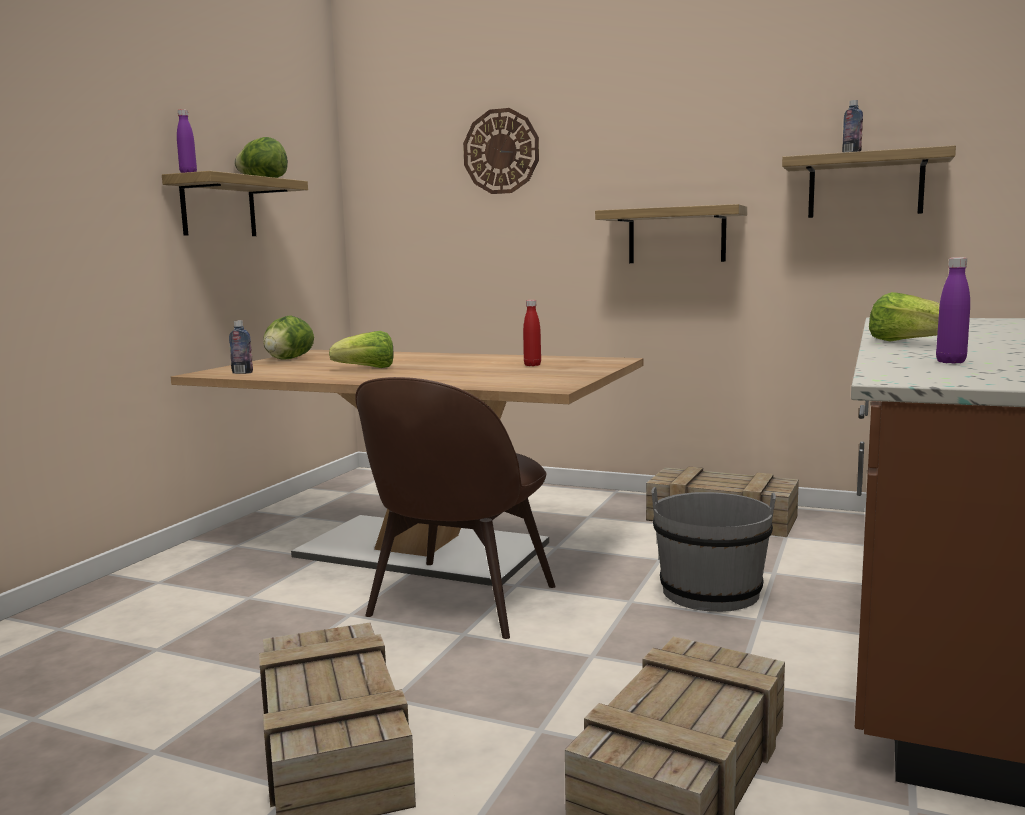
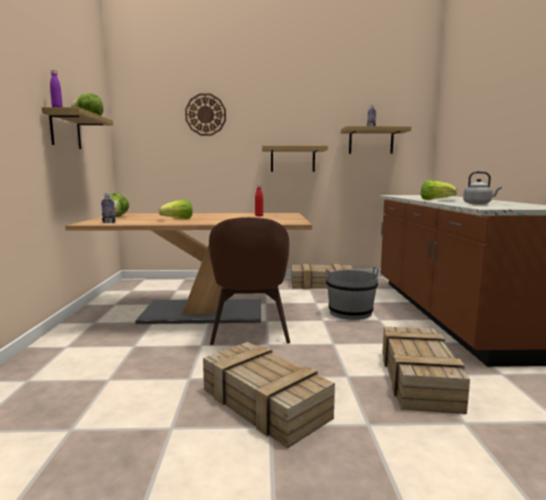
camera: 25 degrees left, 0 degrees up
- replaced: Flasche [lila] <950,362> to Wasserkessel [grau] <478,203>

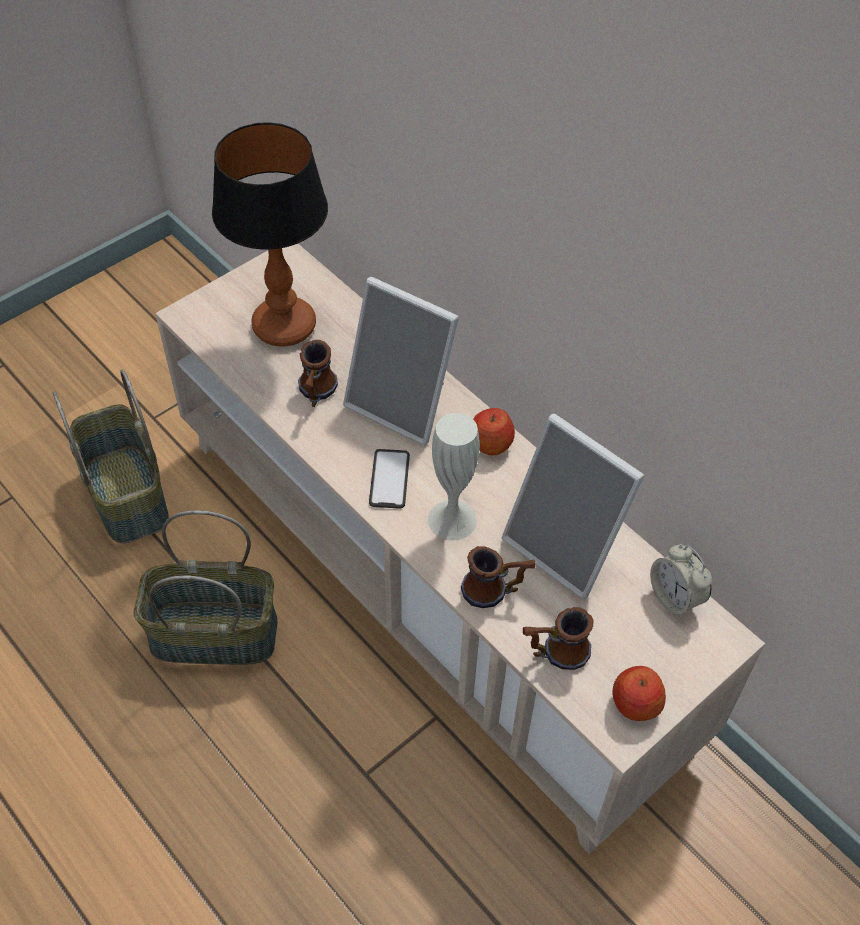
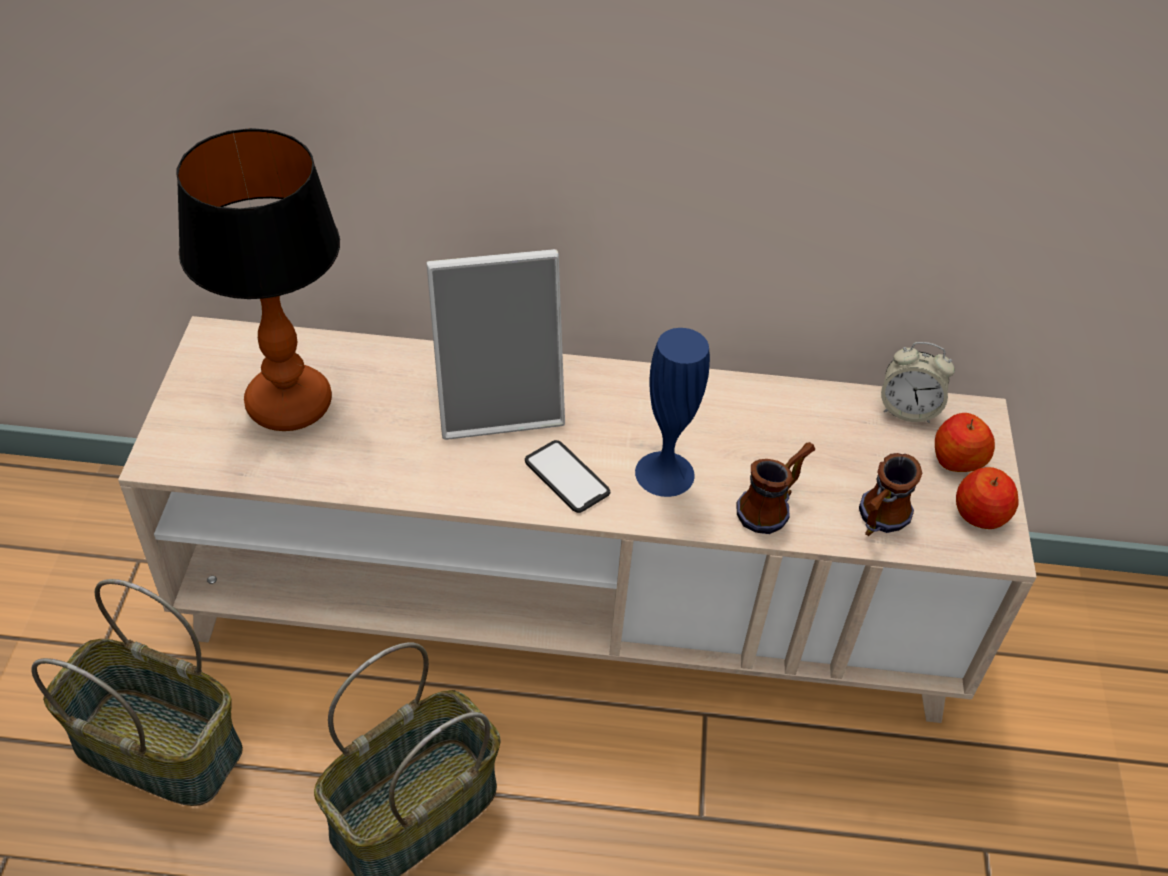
camera: 45 degrees left, 5 degrees down
- removed: Henkelbecher <316,394>
- moved: Apfel <490,443> to <957,459>
- recoloured: Vase [weiß] <452,520> to Vase [blau] <664,473>
- removed: Bilderrahmen <567,546>

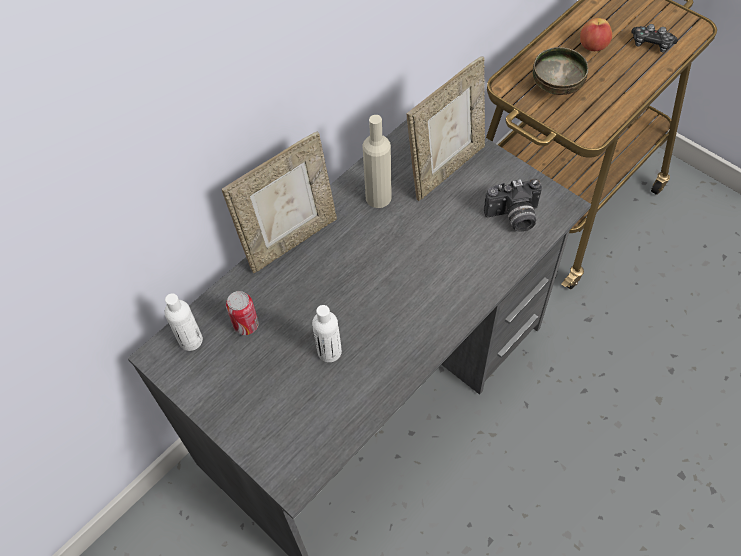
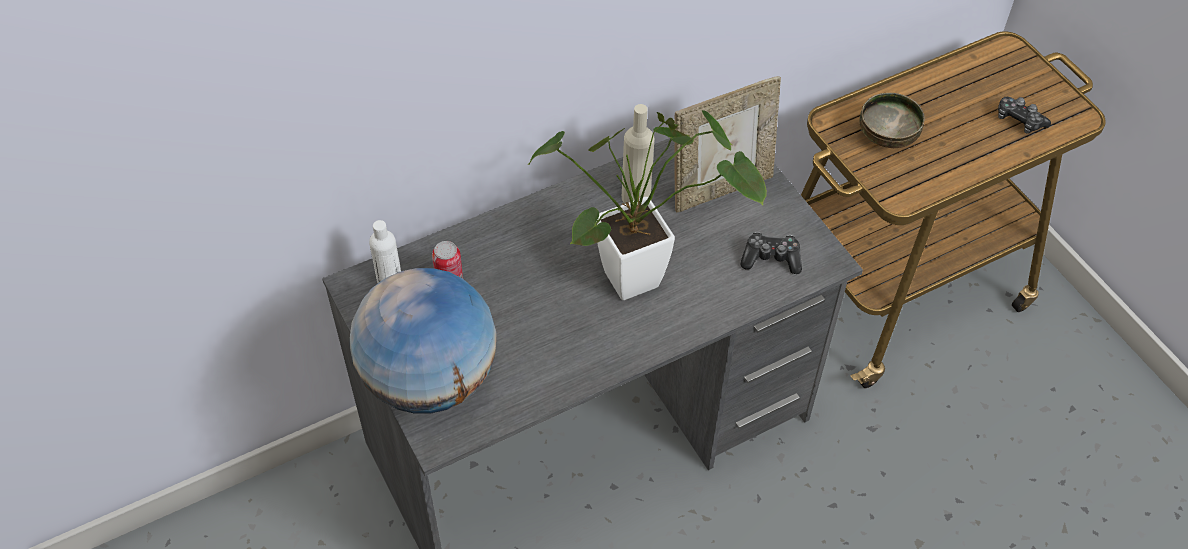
camera: 15 degrees right, 5 degrees down
- removed: Apfel <593,46>
- removed: Bilderrahmen <291,240>
- replaced: Kamera <513,217> to Gamepad <771,258>
- removed: Flasche [weiß] <329,352>
- added: Topfpflanze <644,276>
- added: Globus <430,380>

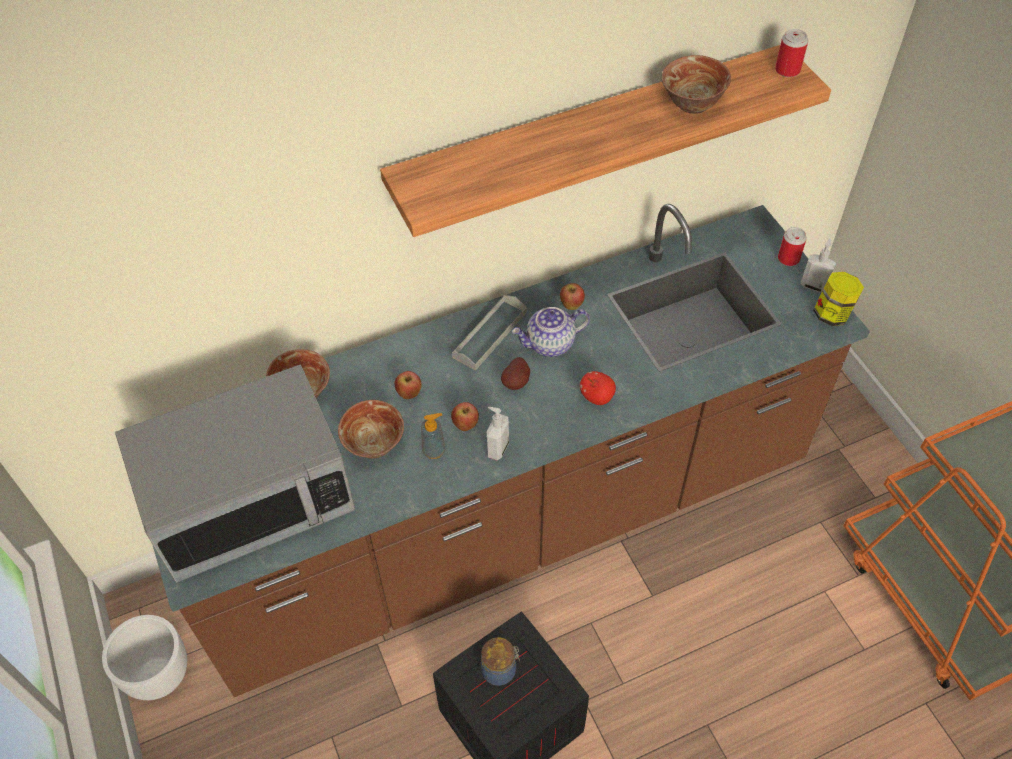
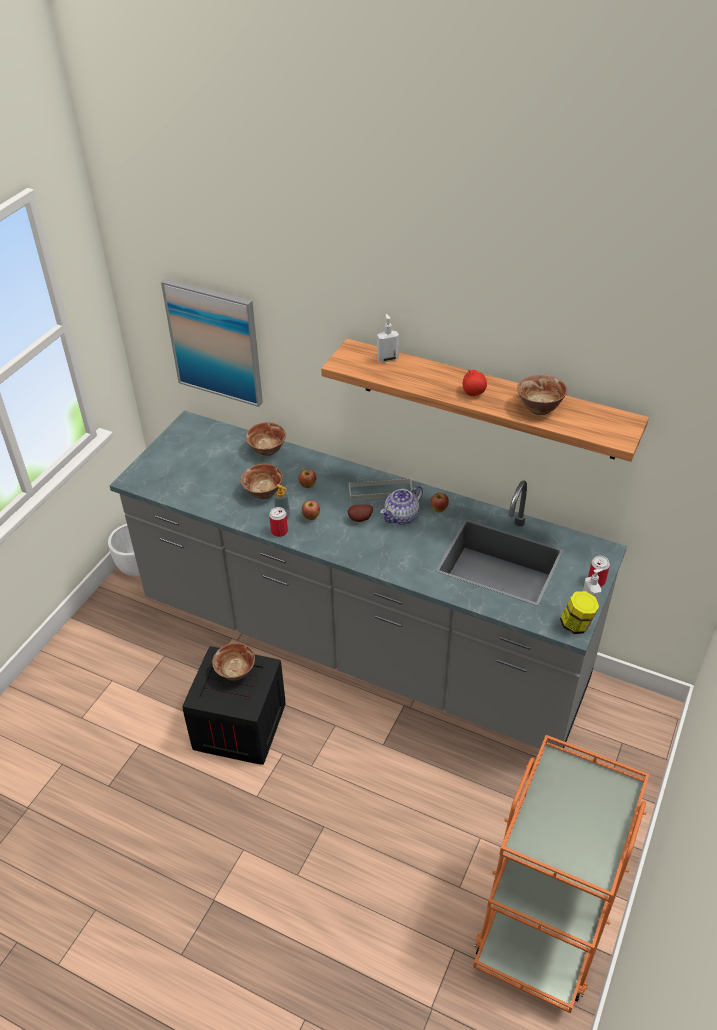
camera: 50 degrees right, 10 degrees down
- moved: Dose <787,70> to <279,531>
- recoloured: Küchenzeile [braun] <508,522> to Küchenzeile [grau] <360,644>
- turned: Teekanne <550,344> = <401,517> 75 degrees counterclockwise
- removed: Mikrowelle <251,499>
- moved: Apfel <597,397> to <473,393>
- moved: Seifenspender <497,448> to <387,359>
- replaced: Vorratsglas <500,670> to Schüssel <236,672>
- added: Bild <215,342>

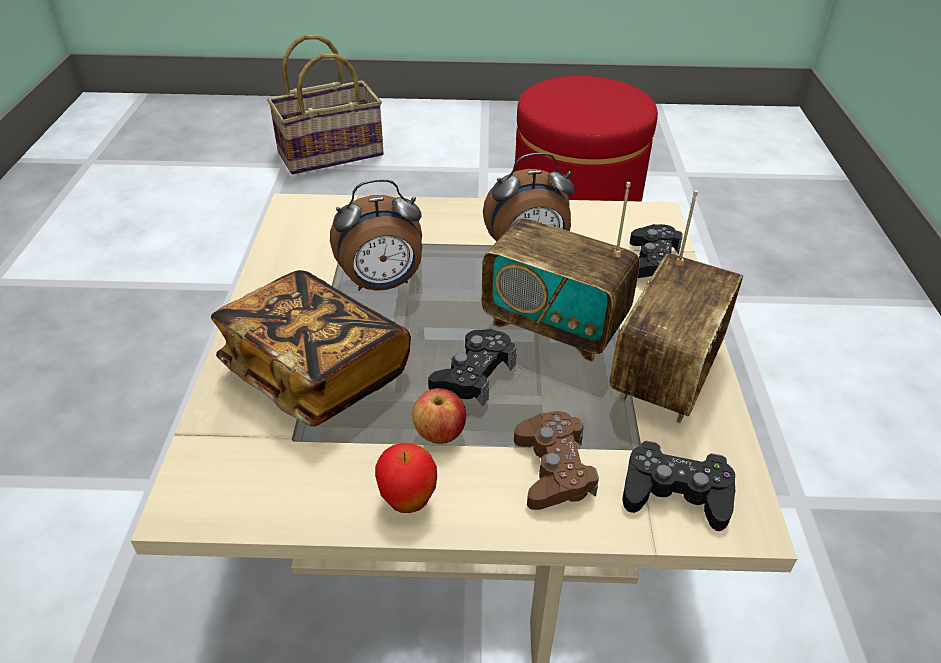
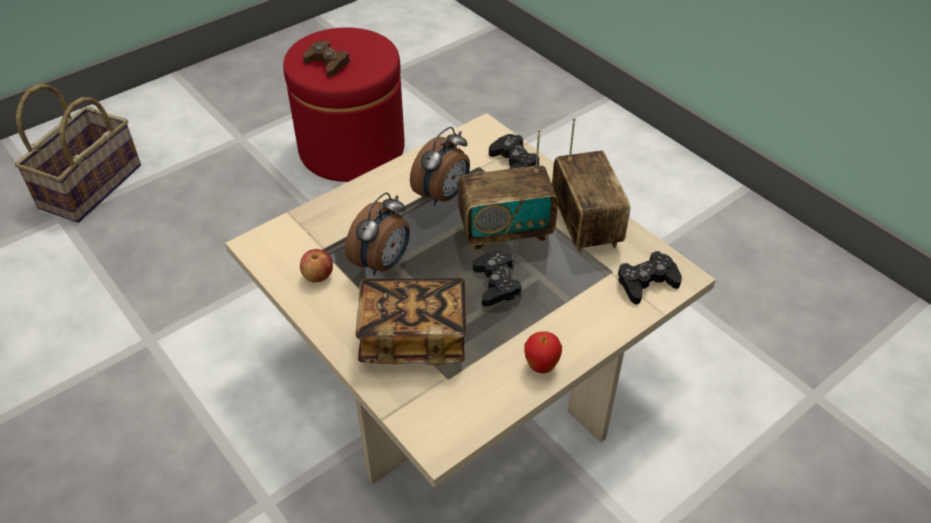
camera: 40 degrees left, 5 degrees up
- moved: Apfel <439,434> to <318,276>
- moved: Gamepad [braun] <553,469> to <327,63>

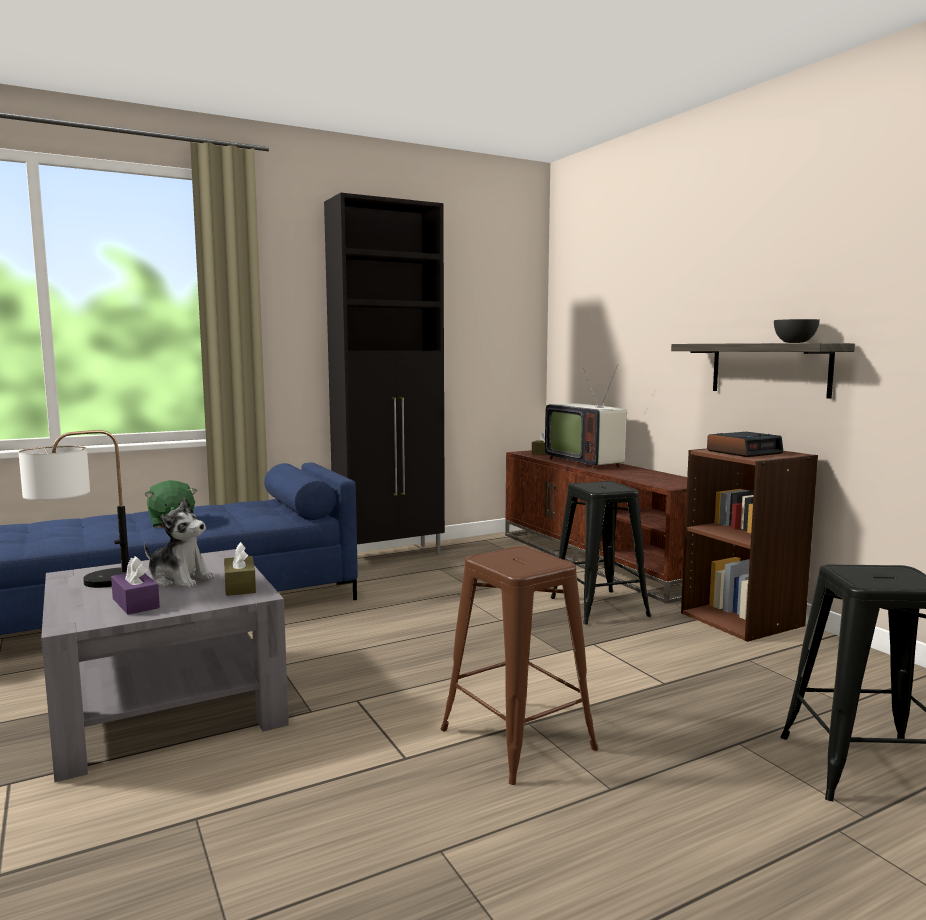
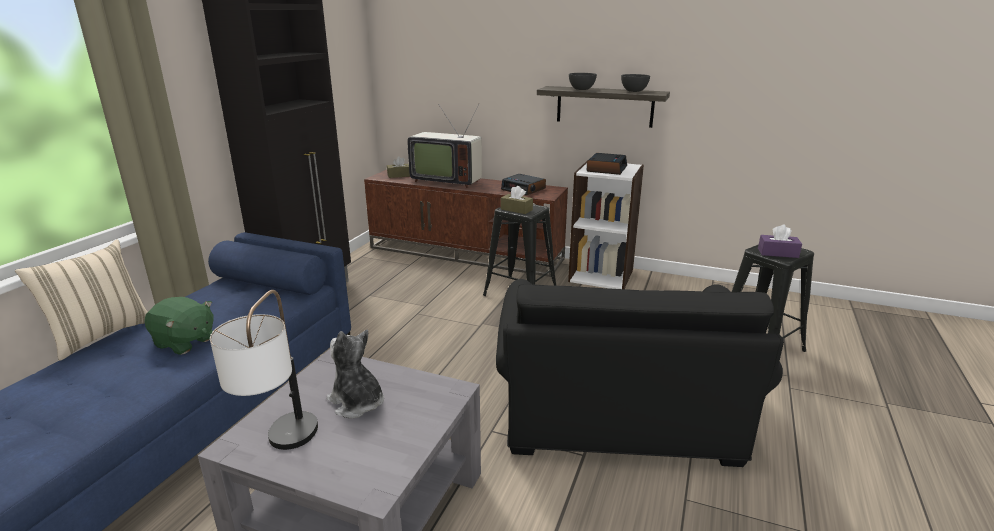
camera: 40 degrees left, 15 degrees up
- recoloured: Bücherregal [braun] <742,619> to Bücherregal [weiß] <601,275>
- turned: Plüschtier <179,579> = <357,403> 120 degrees counterclockwise
- moved: Taschentuchbox [braun] <240,586> to <516,209>
- replaced: Hocker [braun] <517,739> to Sessel [schwarz] <616,409>
- moved: Taschentuchbox [lila] <135,603> to <778,253>
- added: Schüssel [grau] <582,89>
- added: Wecker <524,189>
- added: Kissen [beige] <101,335>

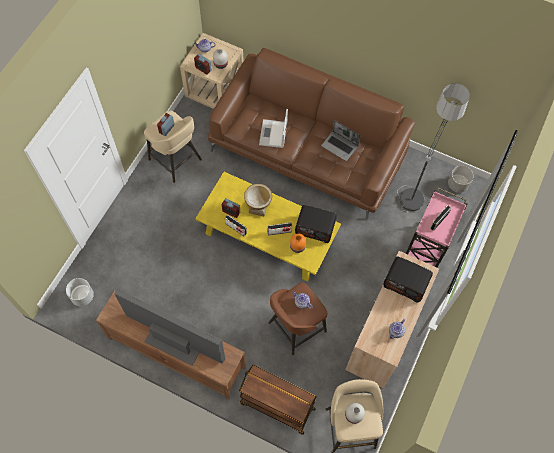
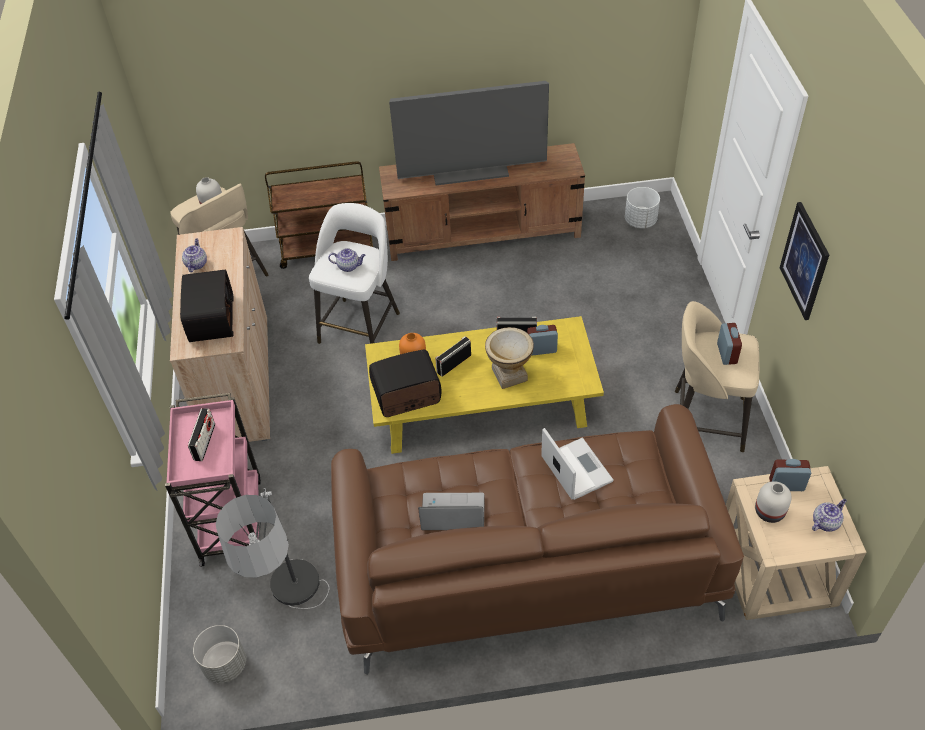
camera: 150 degrees right, 15 degrees down
- turned: Radio <406,283> = <210,319> 90 degrees clockwise
- recoloured: Hocker [braun] <295,328> to Hocker [weiß] <360,326>
- added: Bild <805,261>

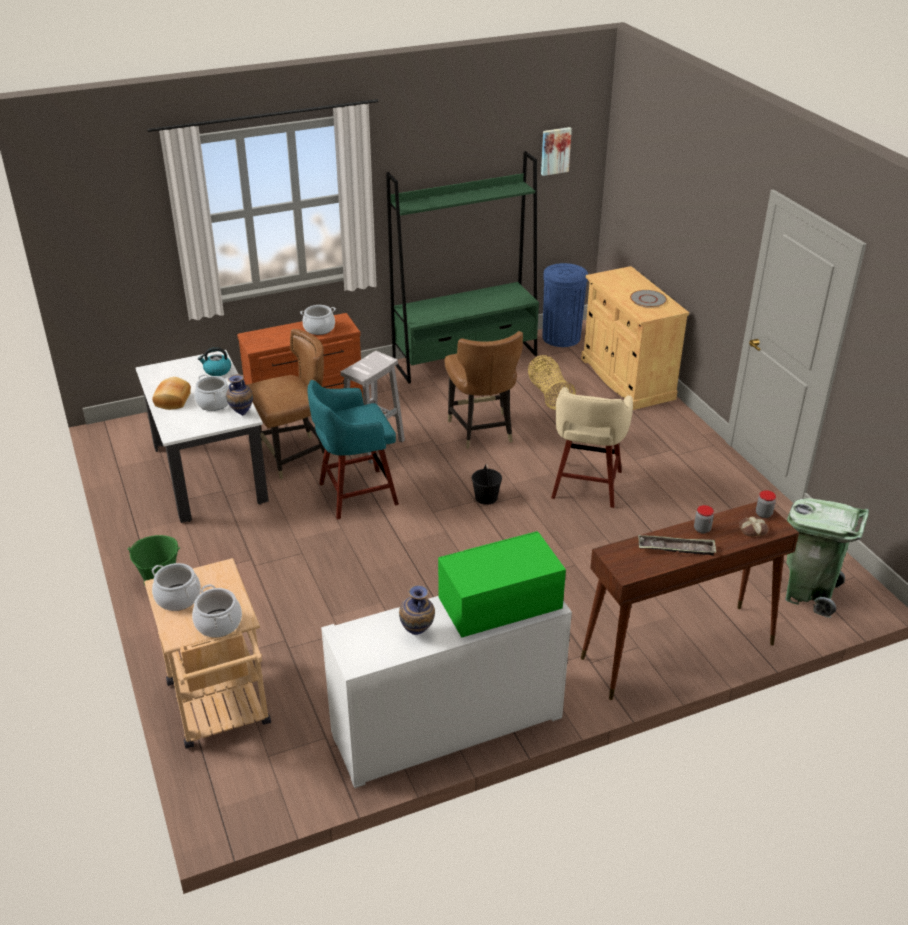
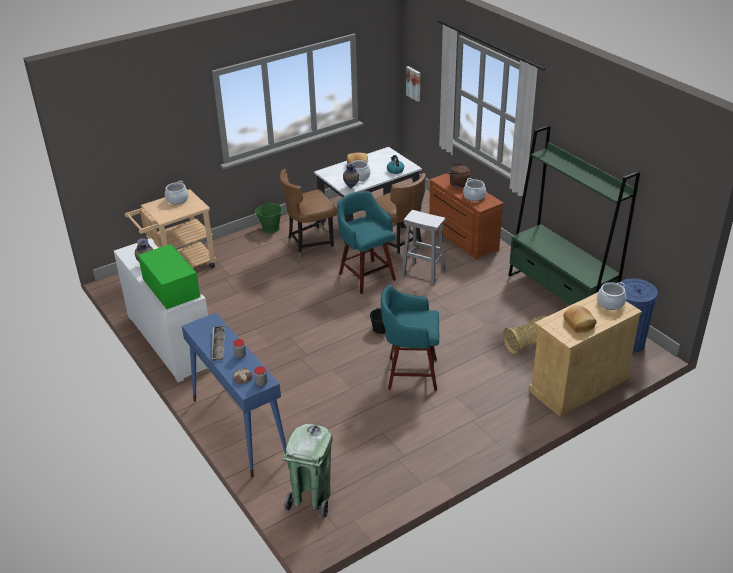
camera: 80 degrees right, 0 degrees up
- moved: Bild <555,150> to <414,83>
- replaced: Teller [grau] <648,299> to Brot <579,324>
- moved: Stuhl [braun] <482,430> to <310,246>
- recoloured: Hocker [beige] <586,486> to Hocker [türkis] <410,373>
- recoloured: Konsolentisch [braun] <677,651> to Konsolentisch [blau] <239,428>
- moved: Kochtopf <218,624> to <610,303>
- added: Wasserkessel [braun] <458,184>

